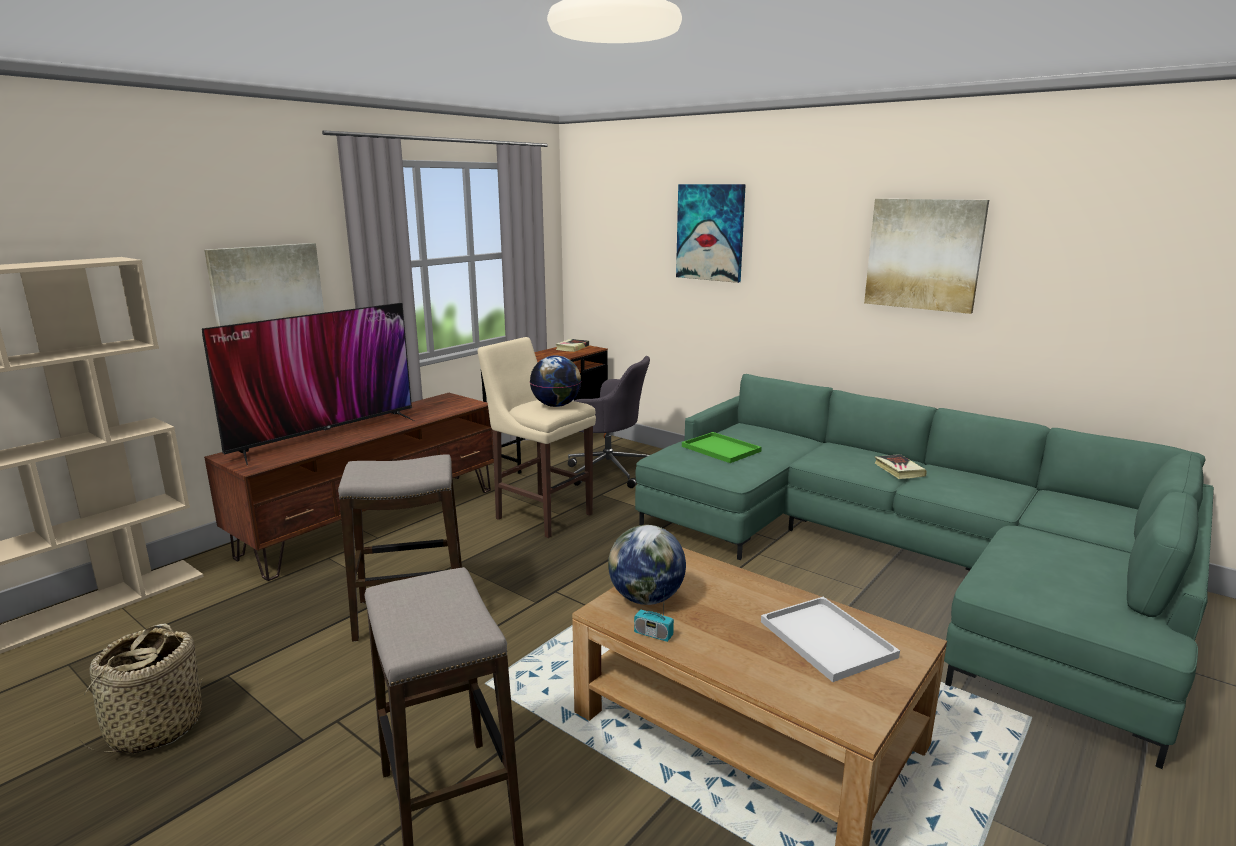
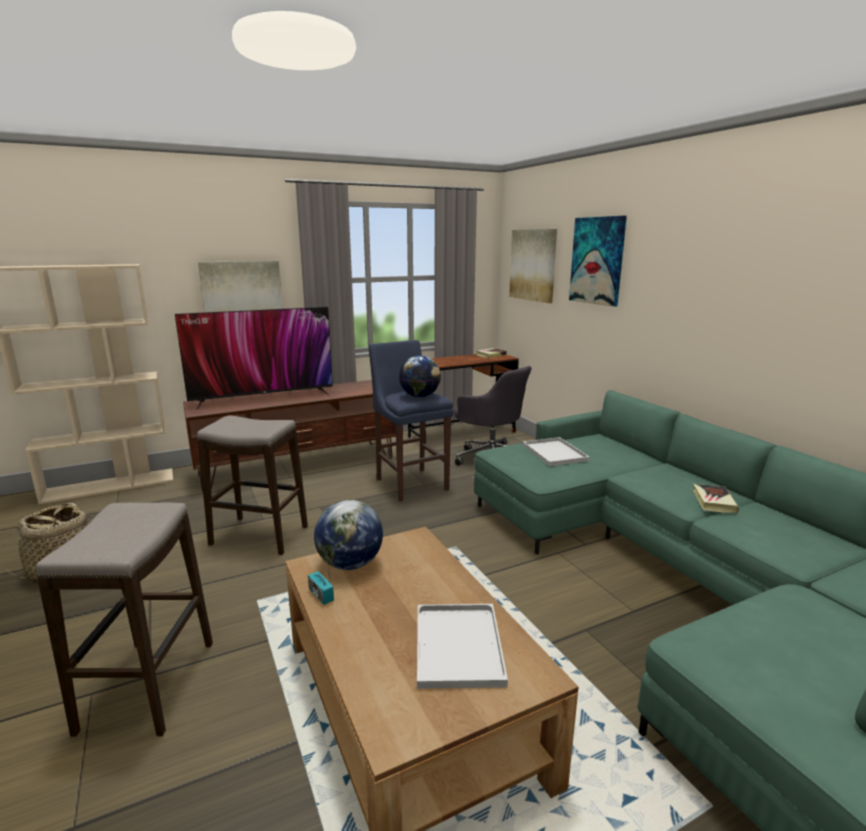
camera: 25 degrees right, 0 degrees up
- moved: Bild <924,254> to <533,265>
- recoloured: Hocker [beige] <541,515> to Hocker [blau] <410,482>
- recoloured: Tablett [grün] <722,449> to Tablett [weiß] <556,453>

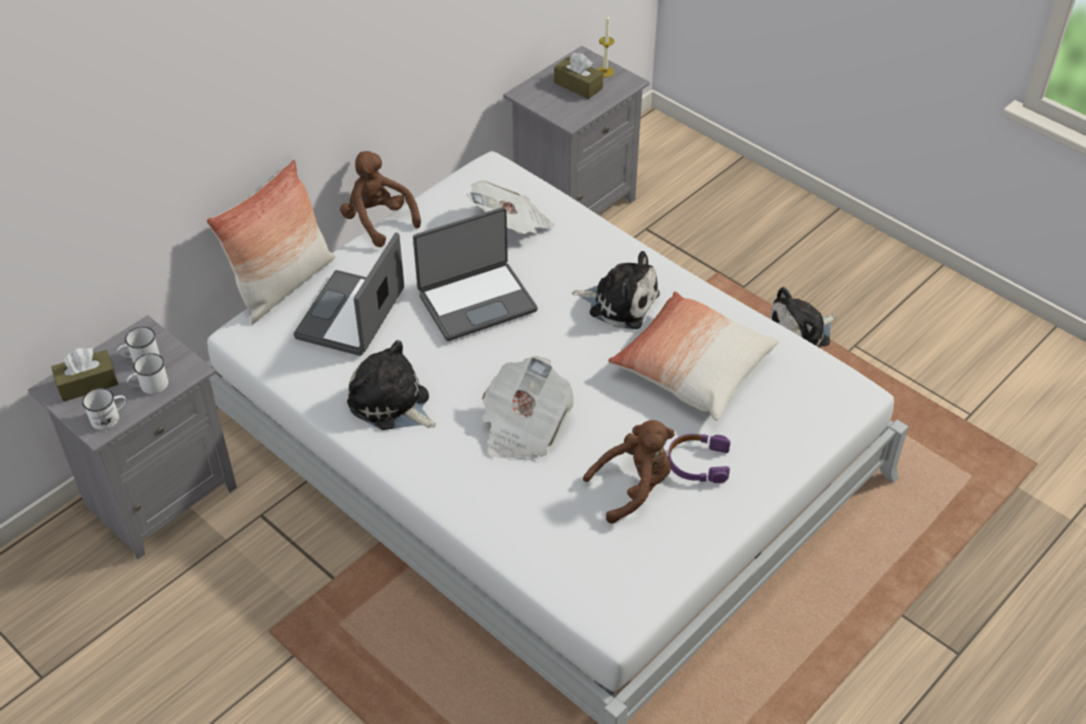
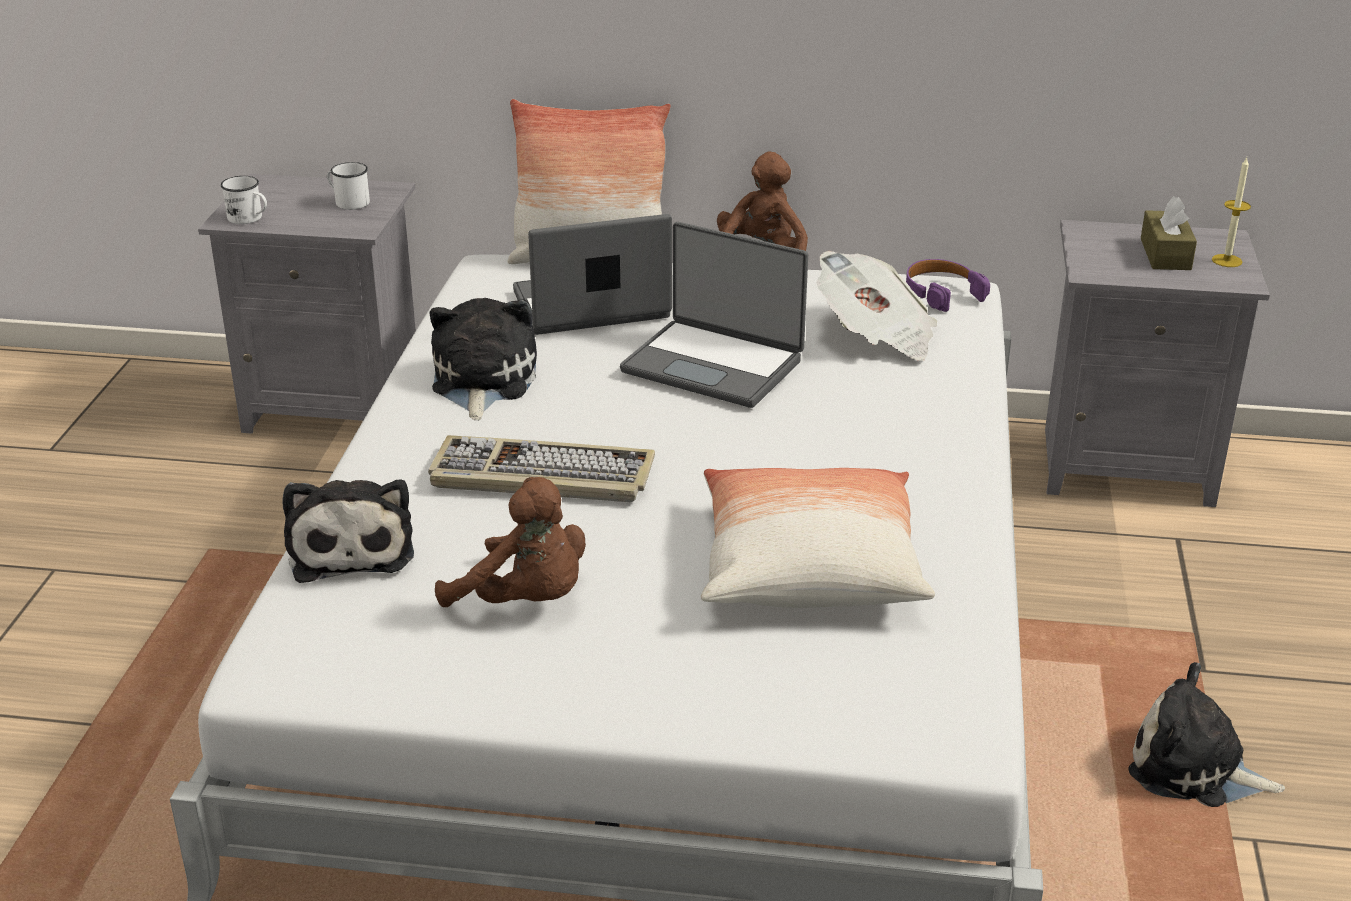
camera: 55 degrees right, 15 degrees down
- moved: Plüschtier <619,302> to <351,548>
- removed: Taschentuchbox [braun] <87,383>
- removed: Henkelbecher [weiß] <150,386>
- replaced: Zeitung <523,427> to Tastatur <539,476>
- moved: Kopfhörer [lila] <698,463> to <942,292>

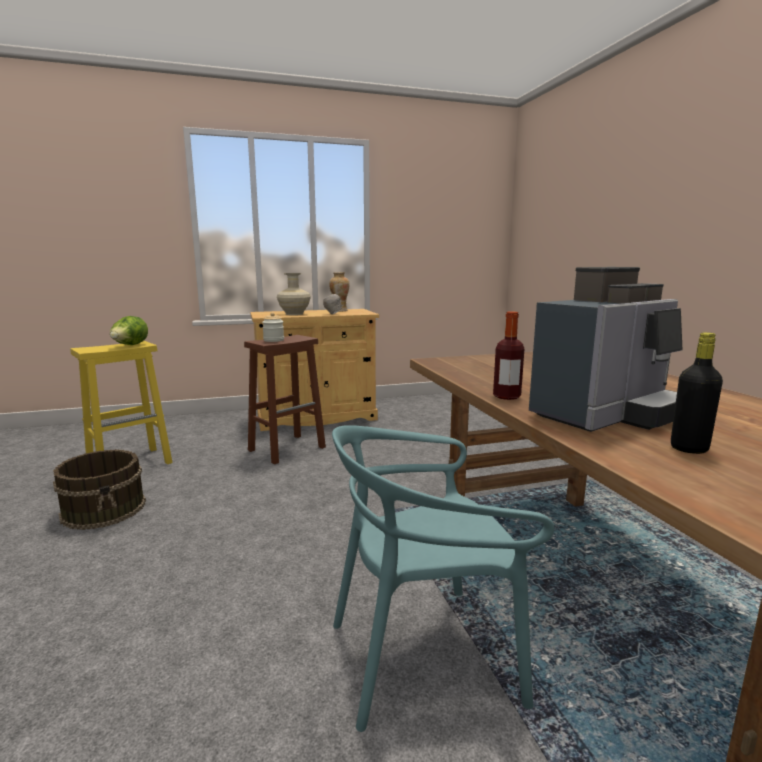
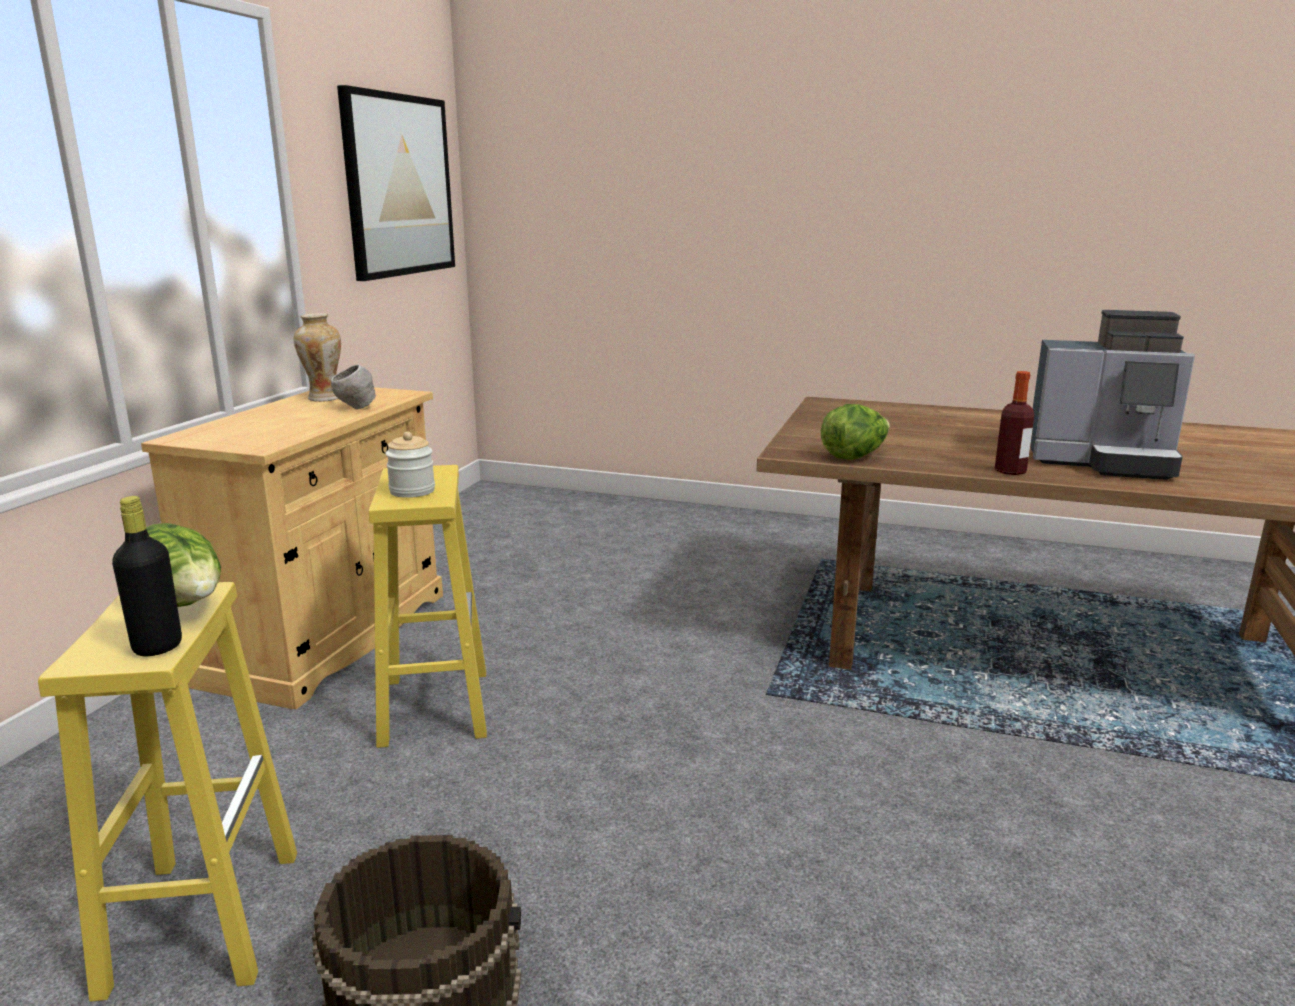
camera: 55 degrees left, 5 degrees up
- turned: Kaffeemaschine <606,415> = <1103,462> 105 degrees clockwise
- removed: Vase [beige] <294,314>
- moved: Flasche [schwarz] <689,448> to <157,647>
- recoloured: Hocker [braun] <288,448> to Hocker [gelb] <434,706>
- removed: Stuhl [türkis] <424,655>
- added: Bild <398,186>
- added: Salatkopf <854,456>

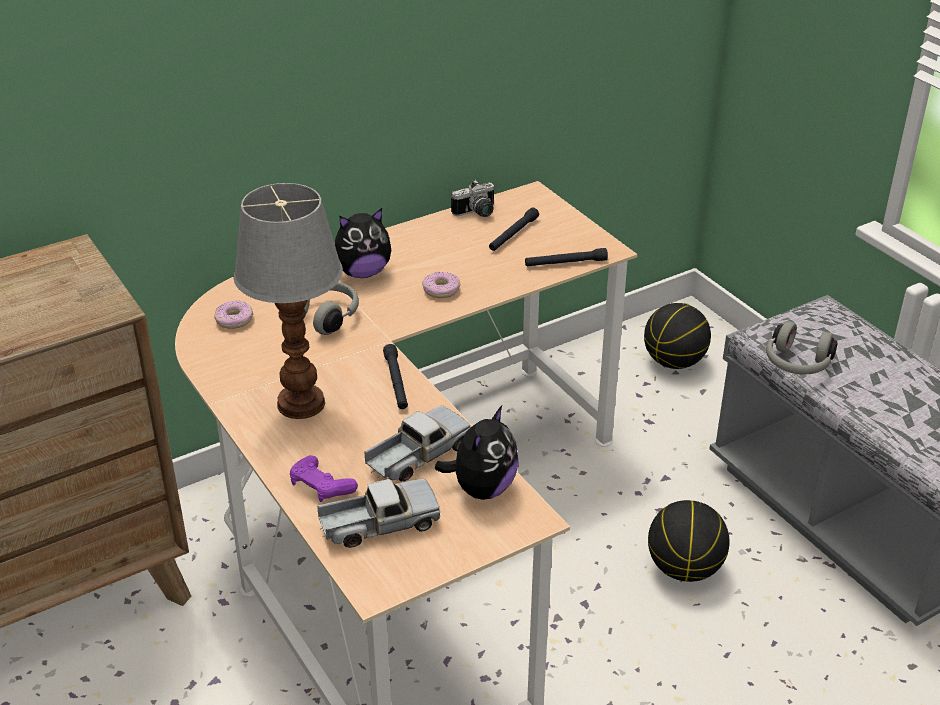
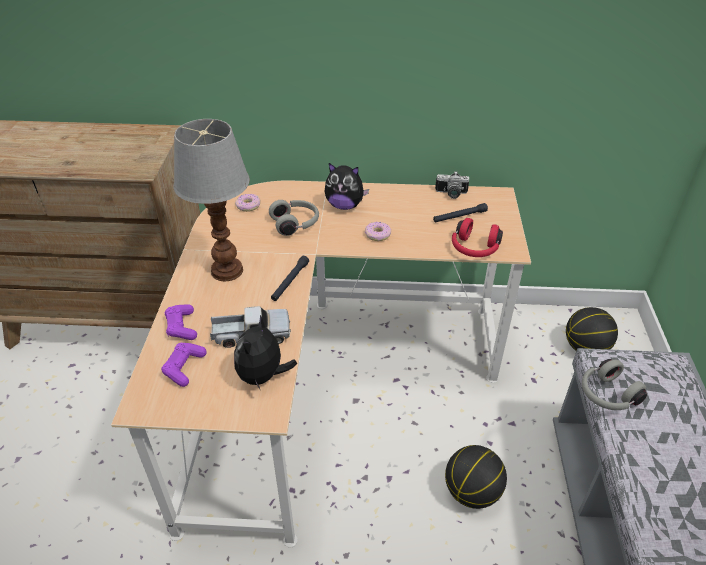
camera: 35 degrees right, 5 degrees up
- replaced: Taschenlampe [schwarz] <565,263> to Kopfhörer [rot] <474,249>
- turned: Plüschtier <482,488> = <263,376> 135 degrees clockwise
- replaced: Spielzeuglaster <379,524> to Gamepad [lila] <184,367>

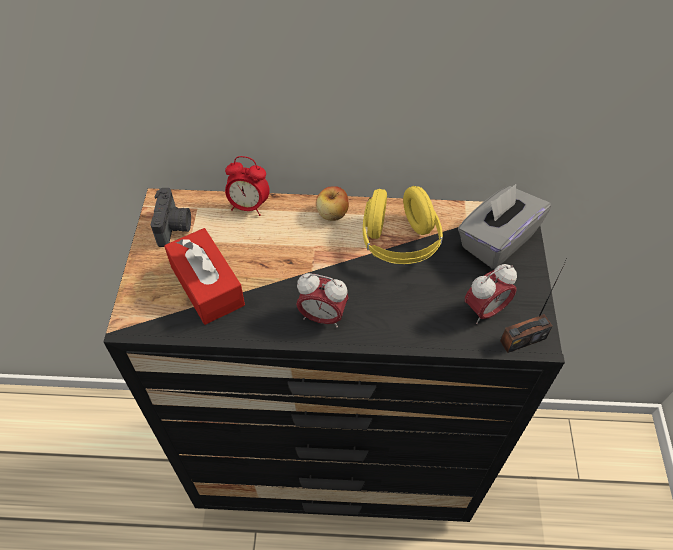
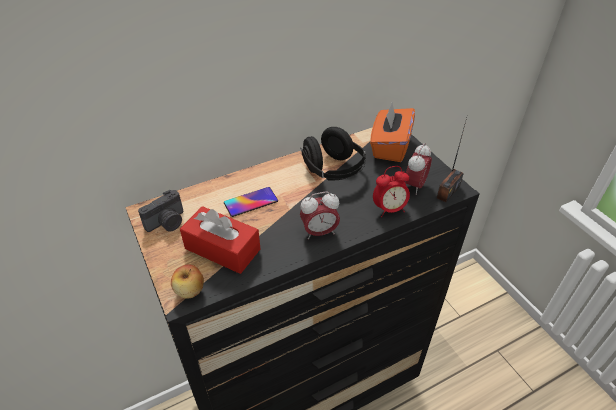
camera: 30 degrees left, 10 degrees down
- moved: Wecker <248,206> to <389,209>
- recoloured: Taschentuchbox [grau] <496,241> to Taschentuchbox [orange] <389,147>
- moved: Apfel <332,214> to <190,290>
- recoloured: Kopfhörer [gelb] <399,242> to Kopfhörer [schwarz] <333,170>
- turned: Kamera <174,227> = <167,223> 75 degrees clockwise
- added: Handy <251,202>

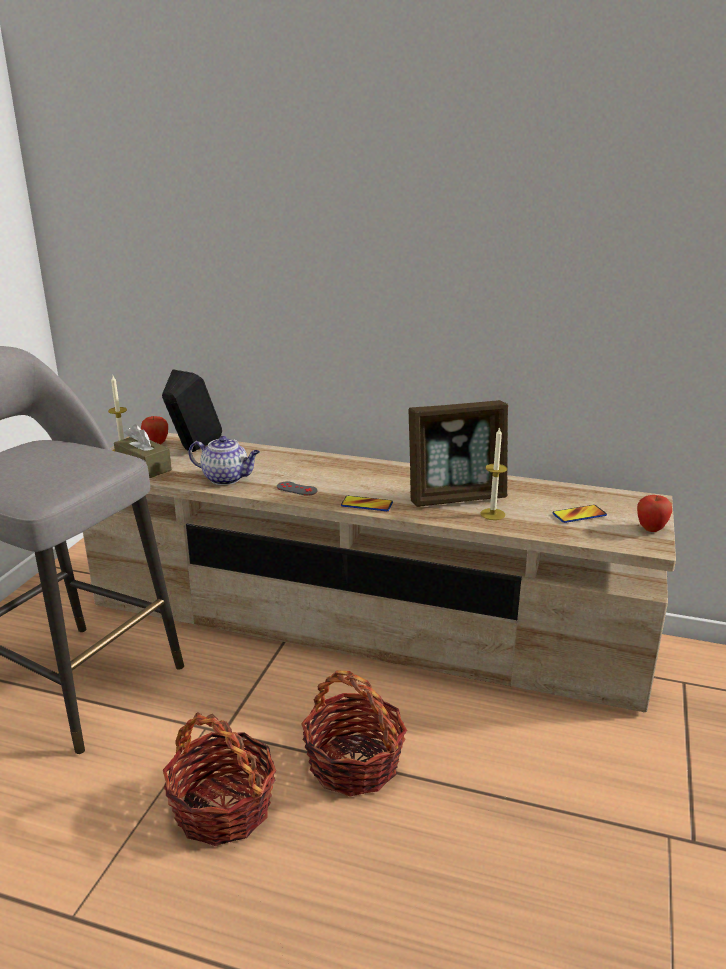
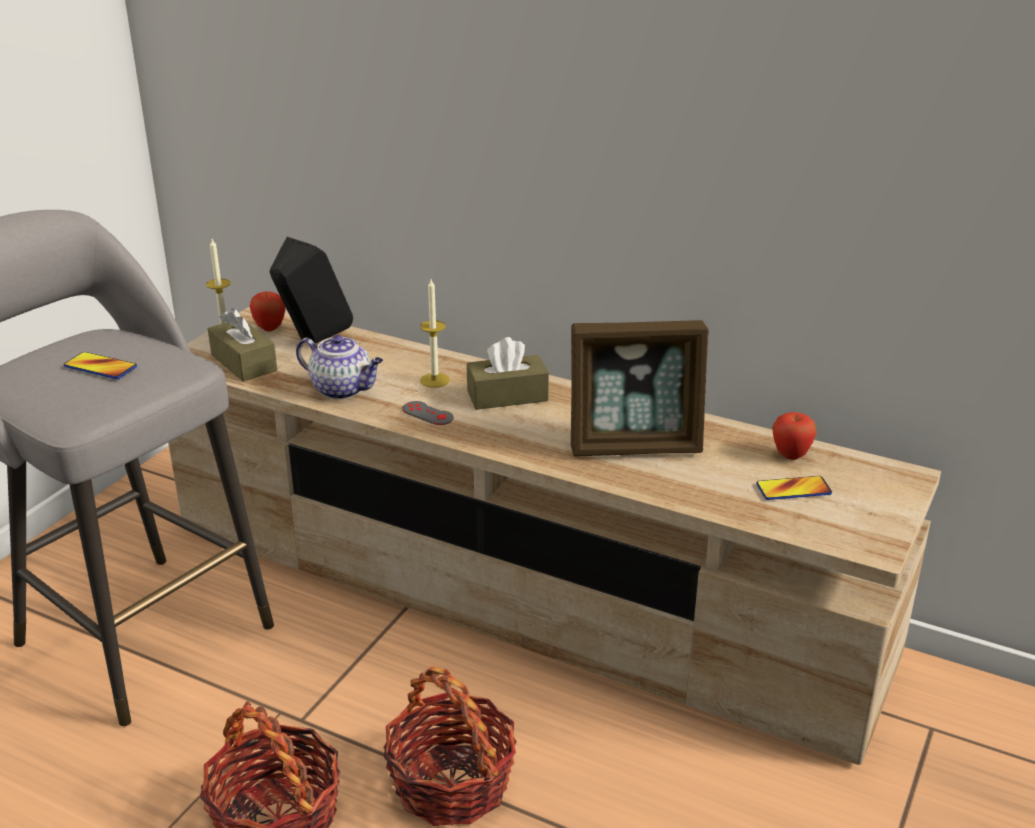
camera: 10 degrees right, 5 degrees up
- moved: Kerze <492,514> to <435,380>
- moved: Apfel <651,529> to <791,455>
- moved: Handy <367,504> to <100,367>
- added: Taschentuchbox [braun] <507,396>

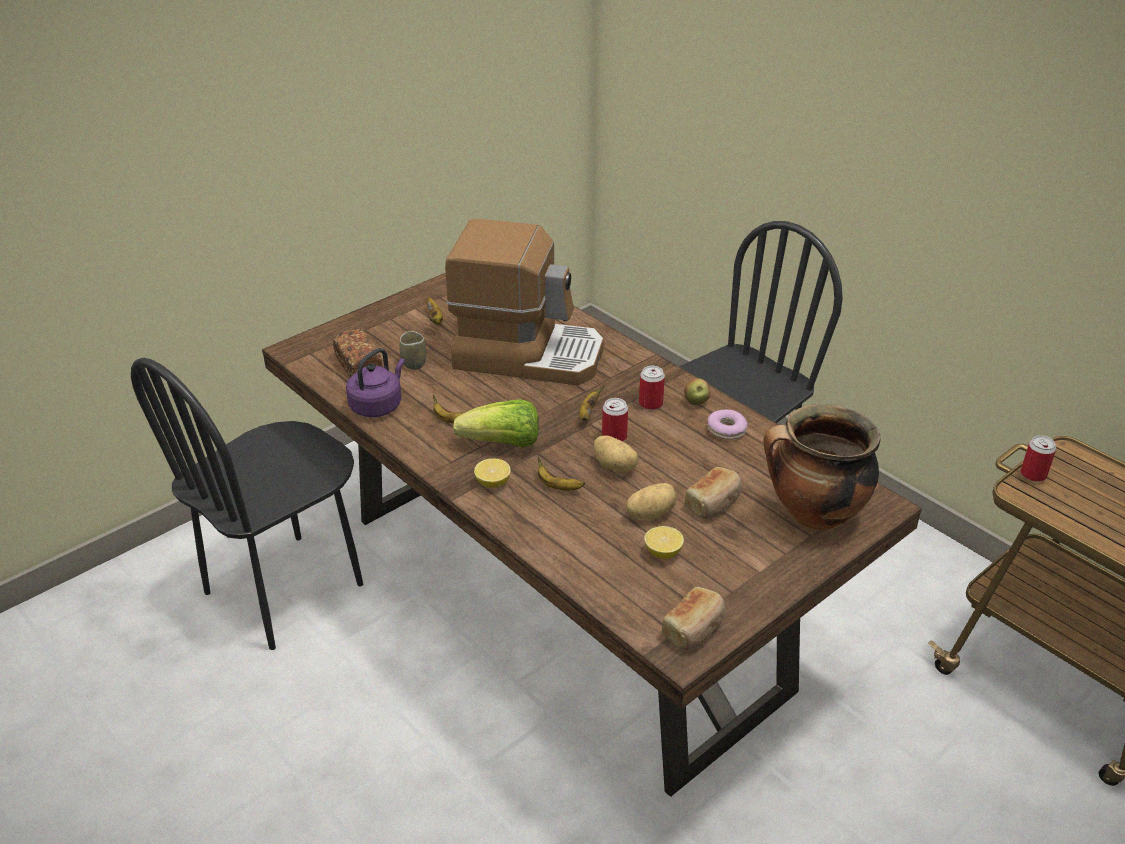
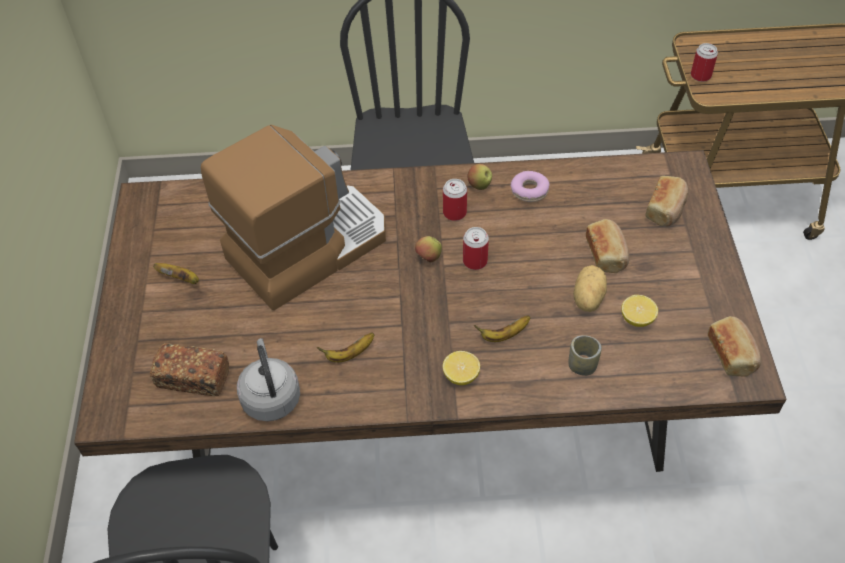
camera: 50 degrees left, 15 degrees up
- moved: Tasse <414,363> to <582,366>
- recoloured: Wasserkessel [lila] <378,405> to Wasserkessel [grau] <270,397>
- replaced: Banane <588,413> to Apfel <428,258>
- removed: Salatkopf <502,443>
- replaced: Kochtopf <813,515> to Brot <666,209>
- removed: Kartoffel <615,466>

